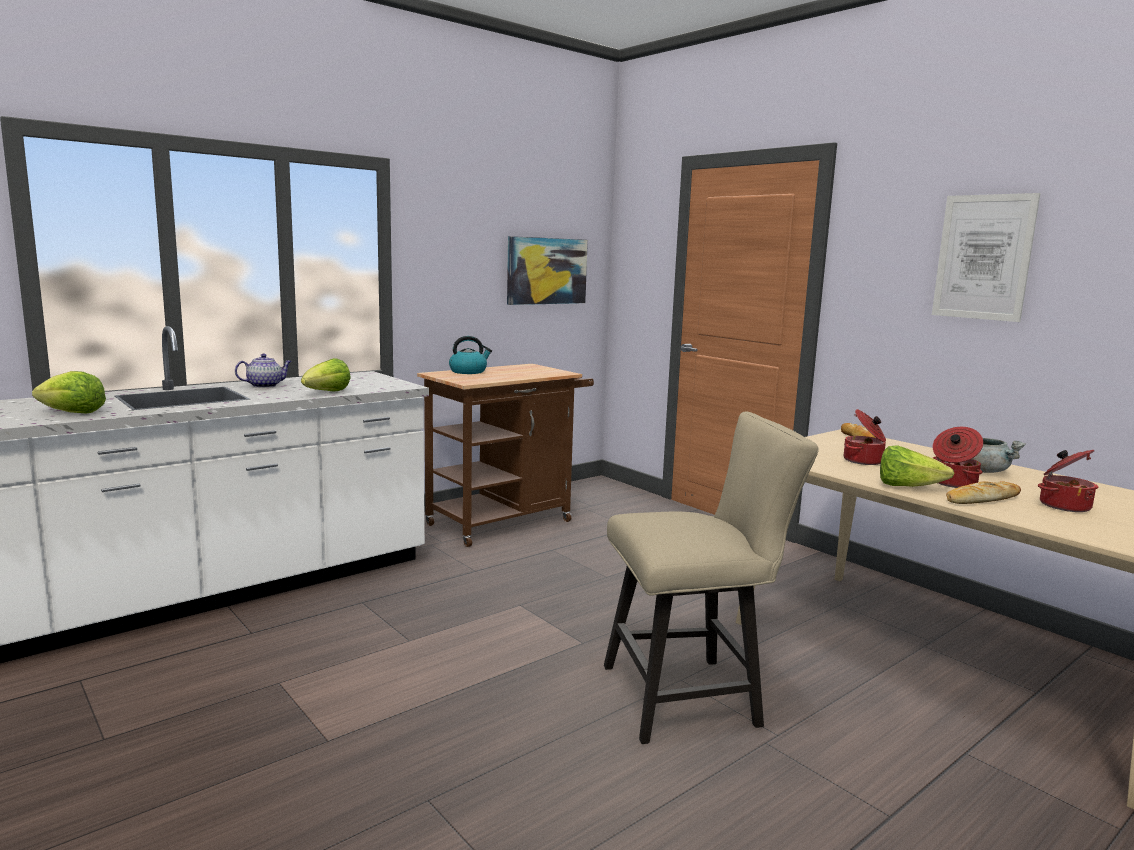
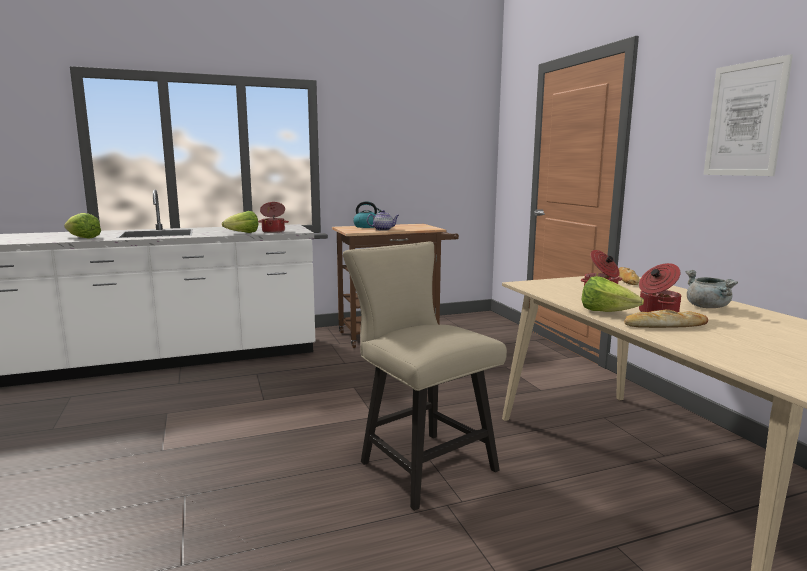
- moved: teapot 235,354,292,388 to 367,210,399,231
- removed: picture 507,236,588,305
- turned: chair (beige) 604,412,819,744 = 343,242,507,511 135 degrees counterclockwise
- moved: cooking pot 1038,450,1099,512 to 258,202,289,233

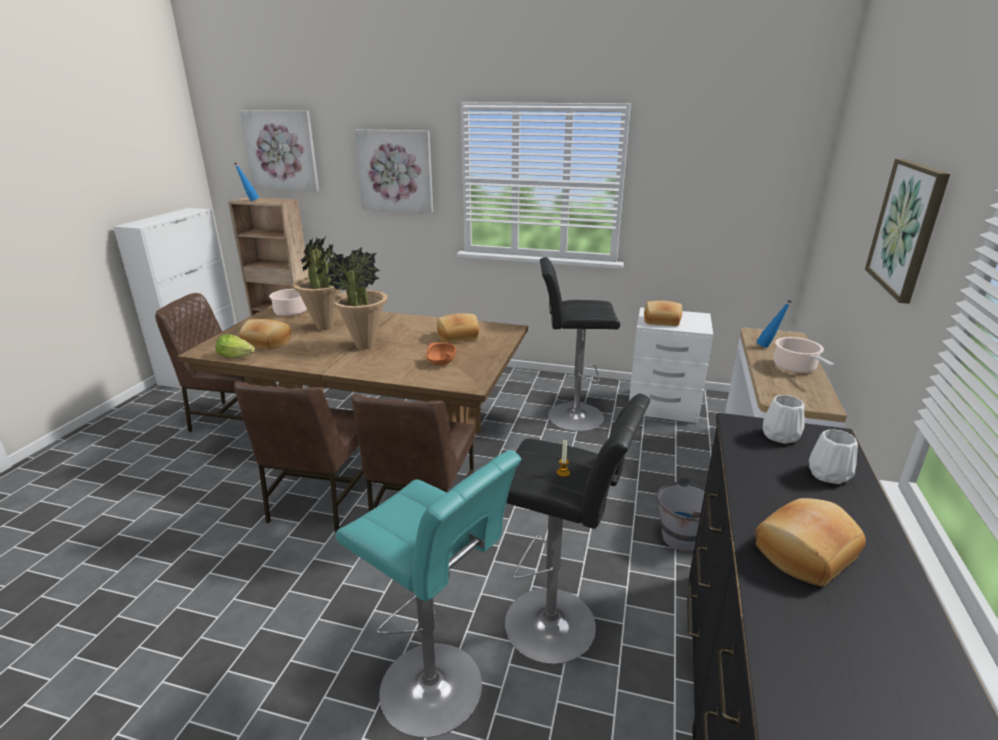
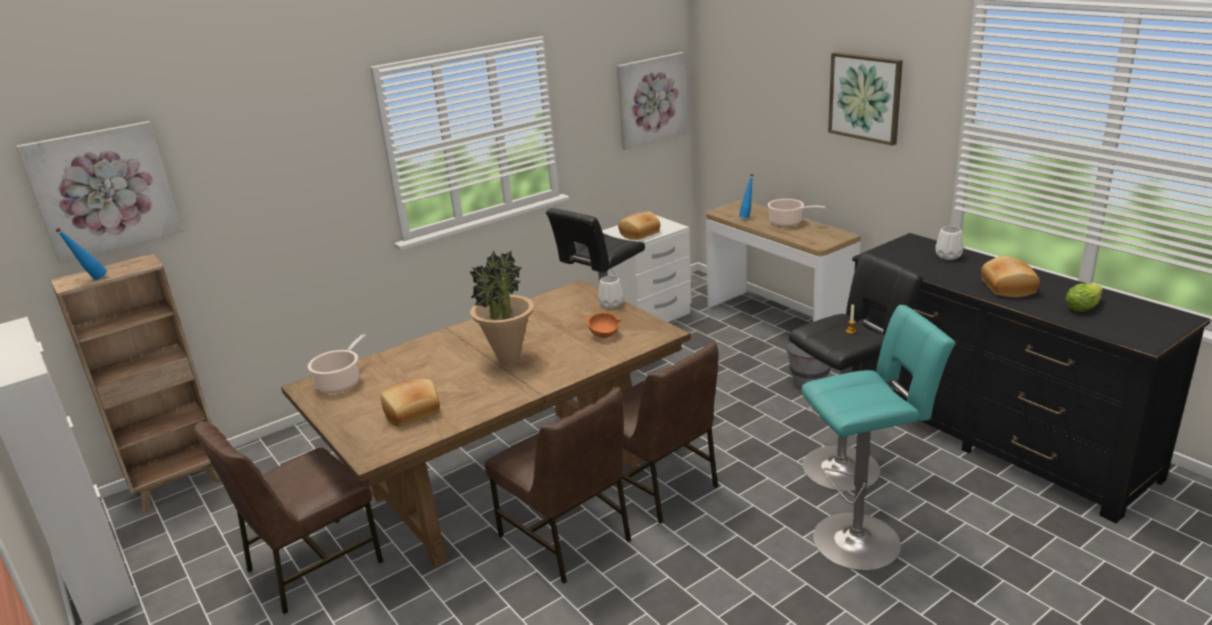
- moved: lettuce 216,334,255,358 to 1065,284,1103,312
- removed: potted plant 293,236,341,330
- moved: picture 354,129,433,213 to 617,52,687,150
- removed: bread 437,313,479,343
- moved: vase (white) 762,395,804,444 to 598,276,624,309

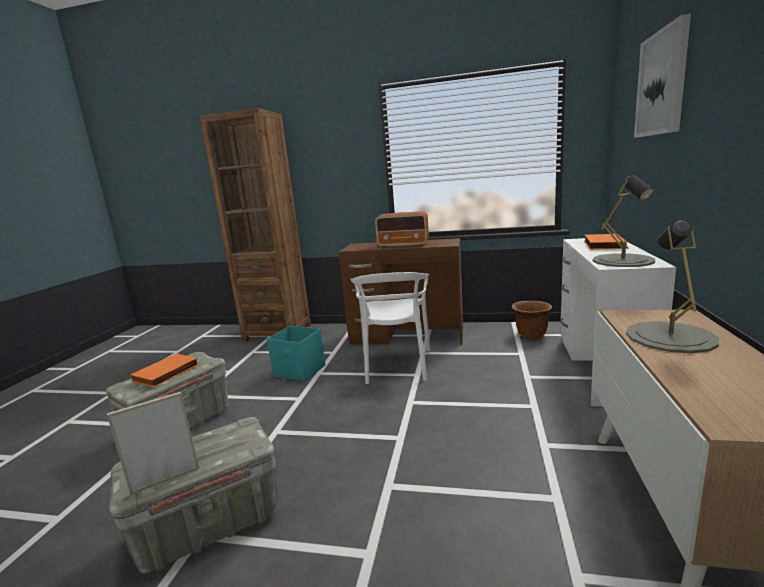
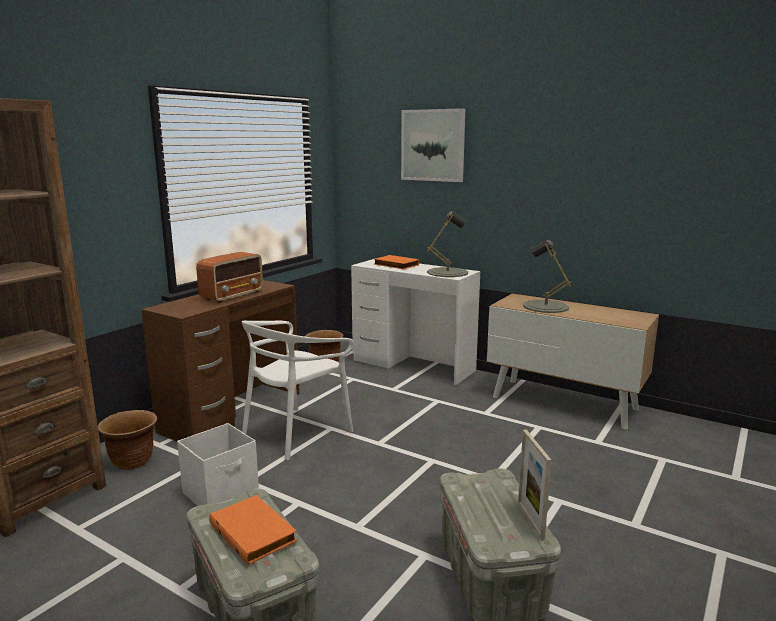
- recoloured: storage box (turquoise) 267,326,325,382 to storage box (white) 177,423,259,506
- turned: chair (white) 351,272,430,384 = 242,321,354,460 105 degrees clockwise
- added: planter (brown) 98,410,157,470

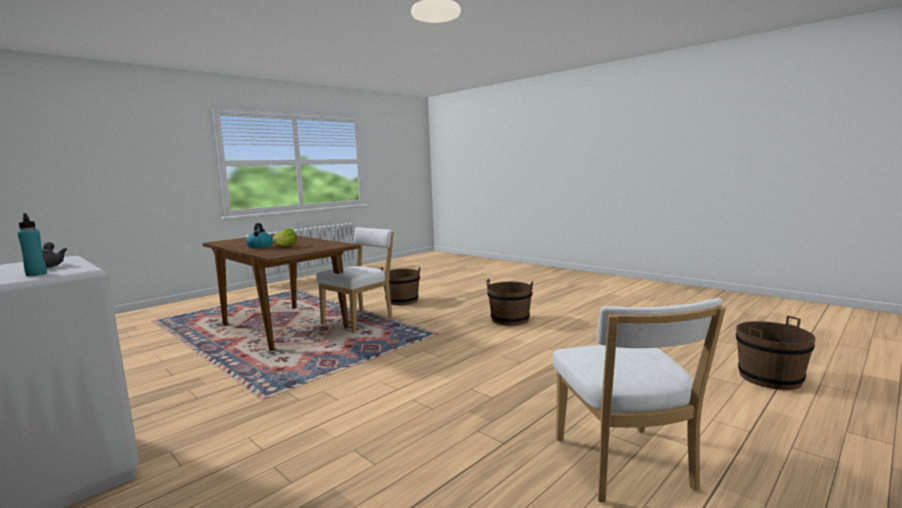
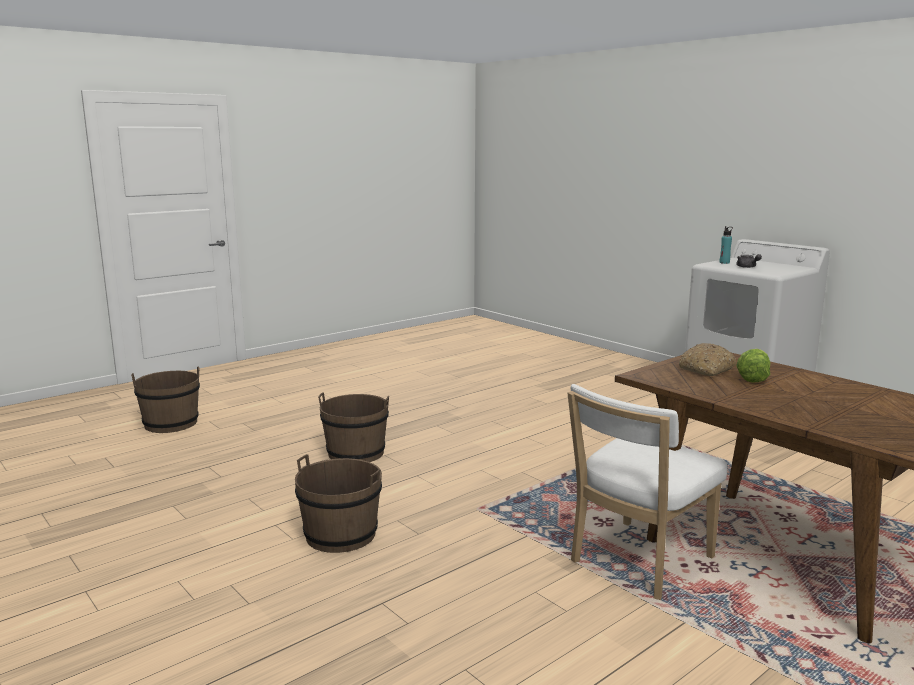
- removed: kettle 246,223,273,248
- moved: bucket (brown) 381,267,420,305 to 318,392,389,462
- removed: chair (white) 553,298,726,503
- added: bread 679,343,736,376

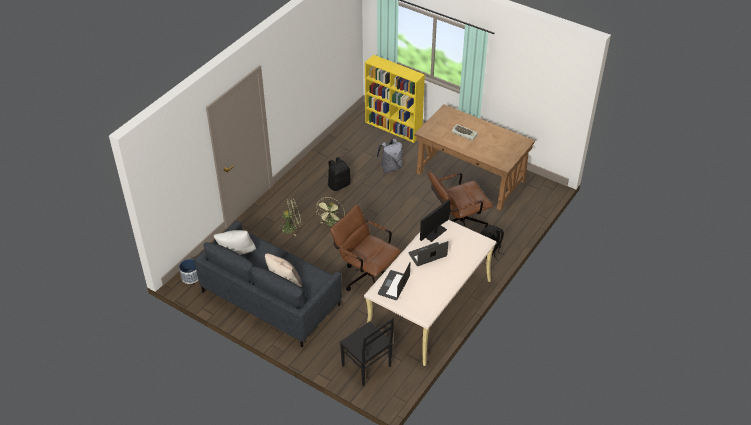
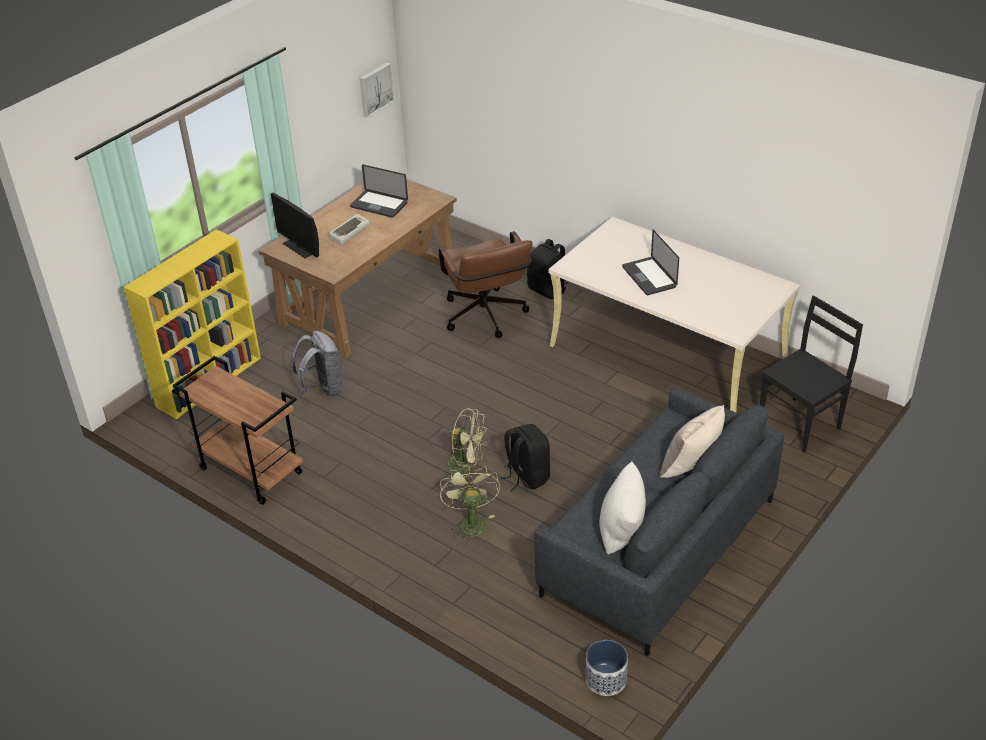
- moved: backpack (black) 328,157,350,191 to 500,424,550,491
- removed: office chair (brown) 330,204,401,291
- moved: laptop 378,263,410,300 to 350,164,408,218
- moved: monitor 420,199,451,242 to 271,193,319,258
- added: cart (brown) 173,356,303,505
- added: picture 360,62,394,117

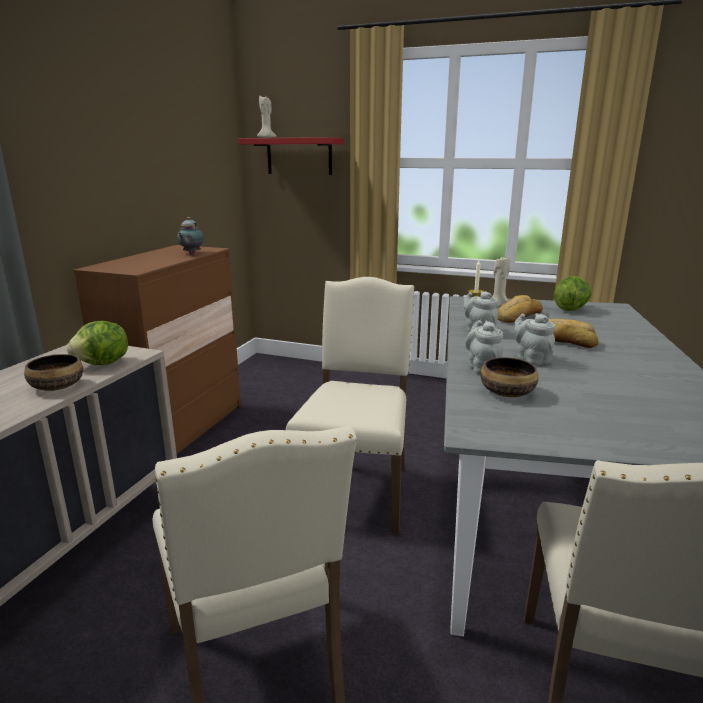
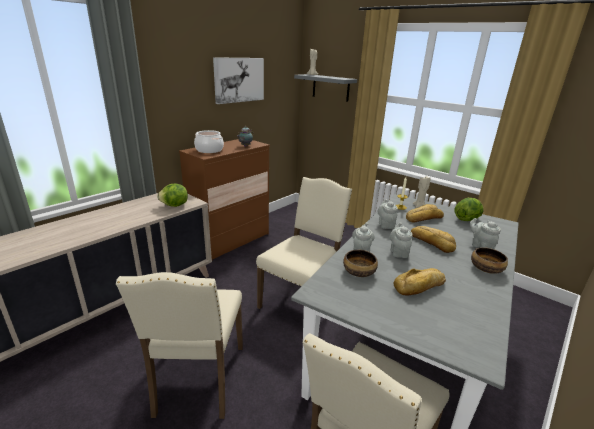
- moved: bowl 24,354,83,391 to 471,247,508,274
- recoloured: shelf (red) 238,137,344,175 to shelf (grey) 294,74,357,102
- added: cooking pot 194,130,224,153
- added: picture 213,57,264,104
- added: bread 393,268,446,296
- added: teapot (grey) 470,218,501,249

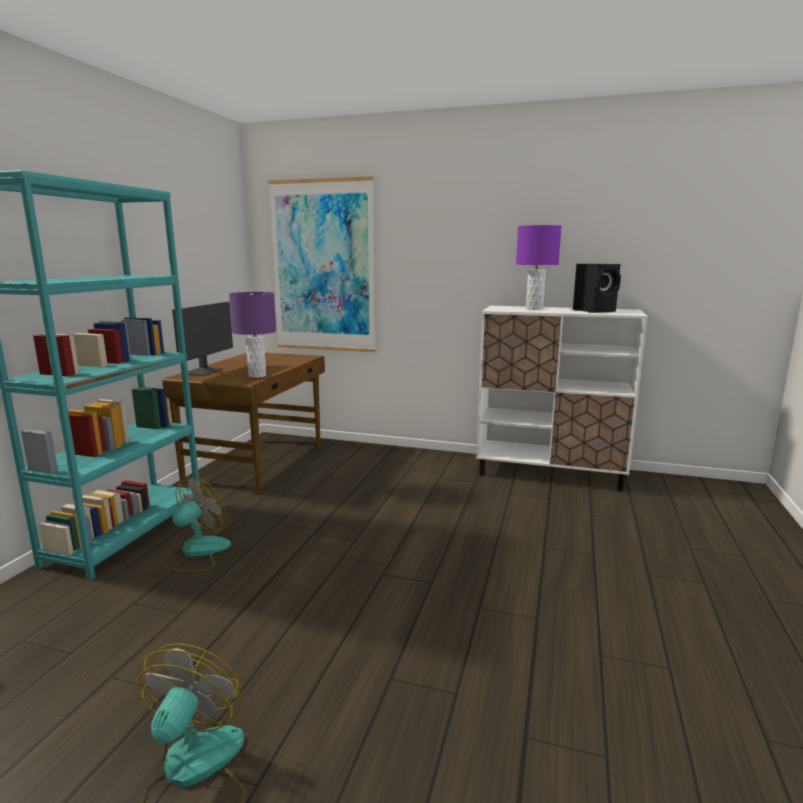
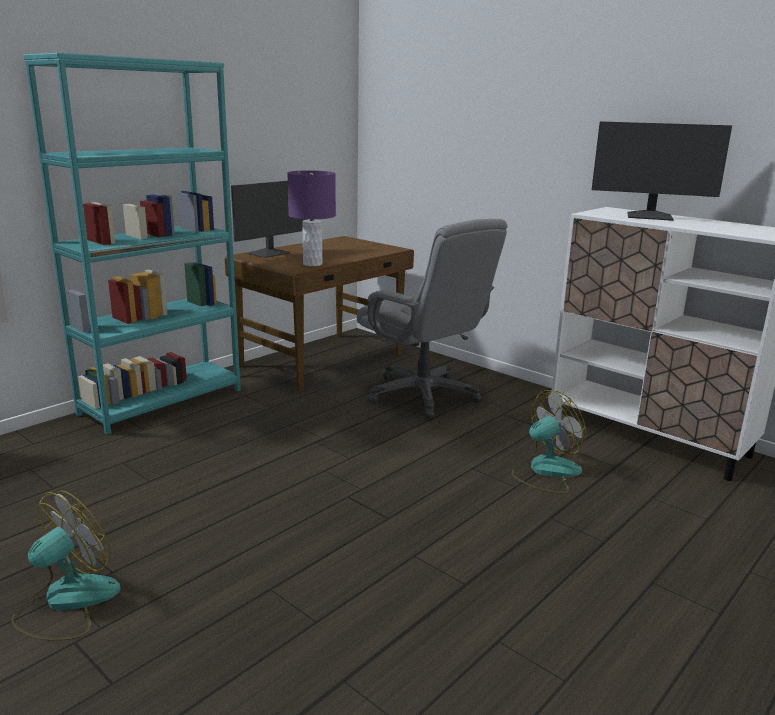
- moved: fan 161,477,231,572 to 512,390,586,493
- removed: picture 268,176,376,352
- replaced: table lamp (purple) 516,225,562,310 to monitor 592,121,732,221
- removed: speaker (black) 573,264,621,313
- added: office chair (grey) 357,219,507,419

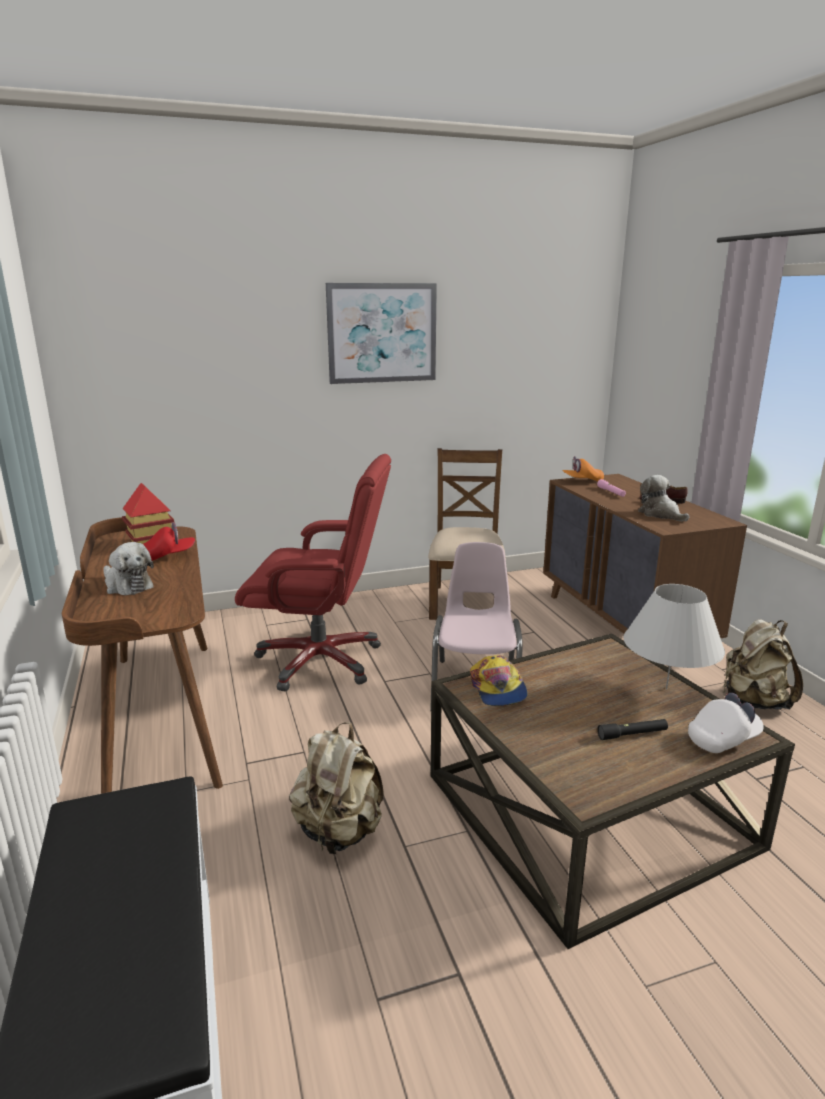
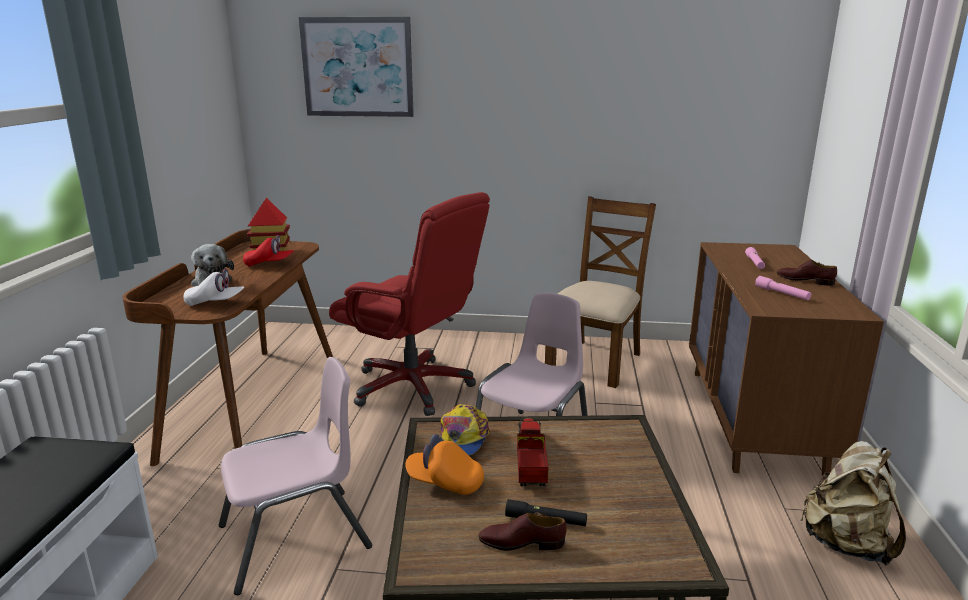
- replaced: backpack (beige) 289,722,384,854 to chair (pink) 219,357,372,595
- moved: picture 326,283,437,384 to 299,17,414,117
- moved: cap (orange) 562,456,604,481 to 405,434,484,495
- removed: table lamp (white) 623,584,725,689
- replaced: plush toy 638,475,689,522 to flashlight (pink) 755,276,811,300
- moved: cap (white) 688,693,764,753 to 184,269,244,306
- added: shoe (brown) 478,512,567,551
- added: toy truck 517,417,548,486

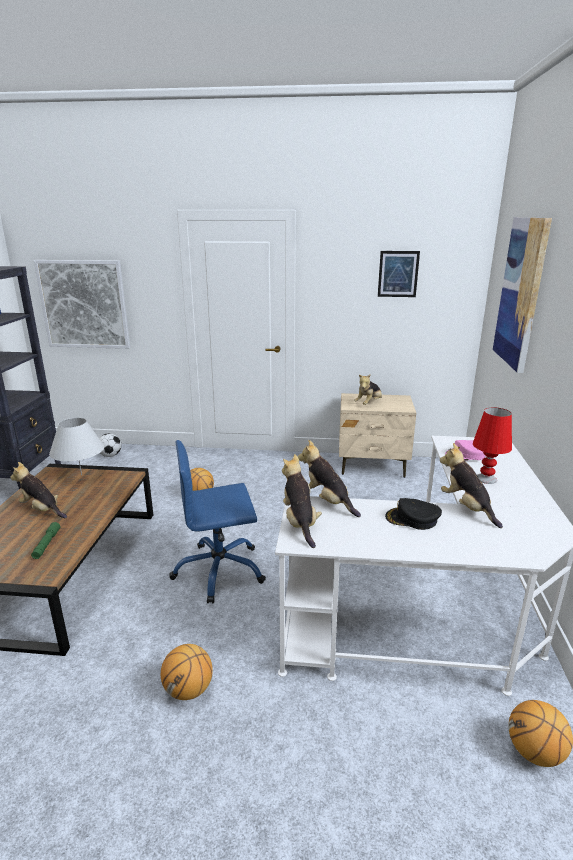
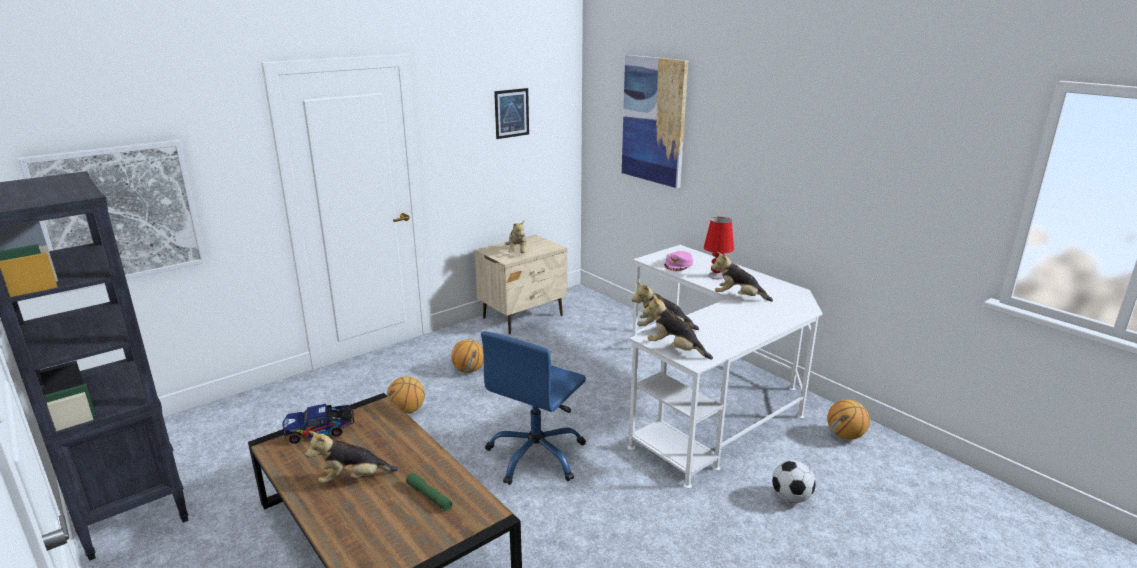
- replaced: table lamp (white) 49,418,104,475 to toy truck 282,404,354,444
- moved: football 99,433,121,457 to 772,460,816,503
- moved: basketball 161,644,213,700 to 451,339,484,373
- removed: cap (black) 385,498,442,530

